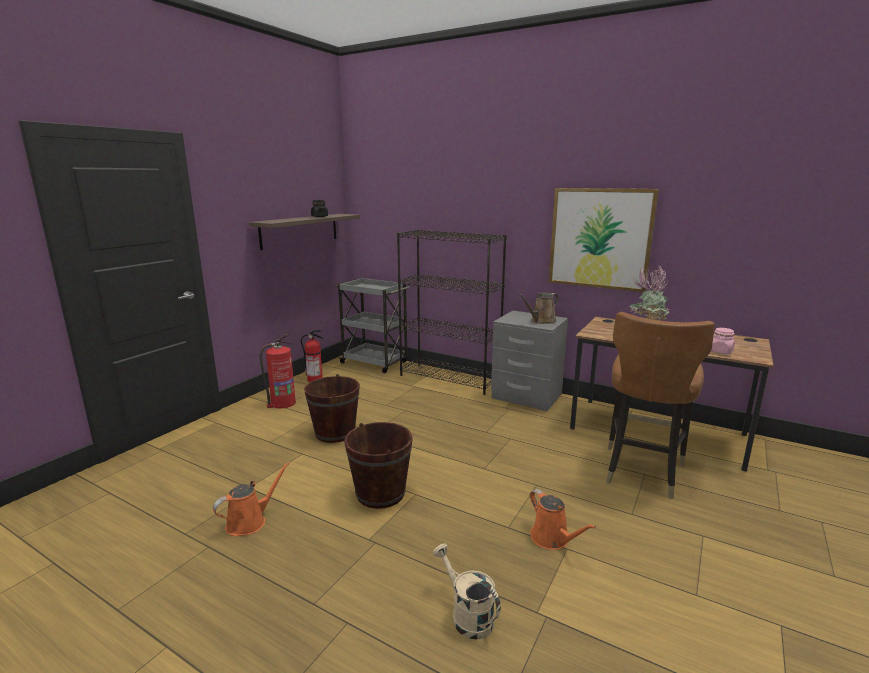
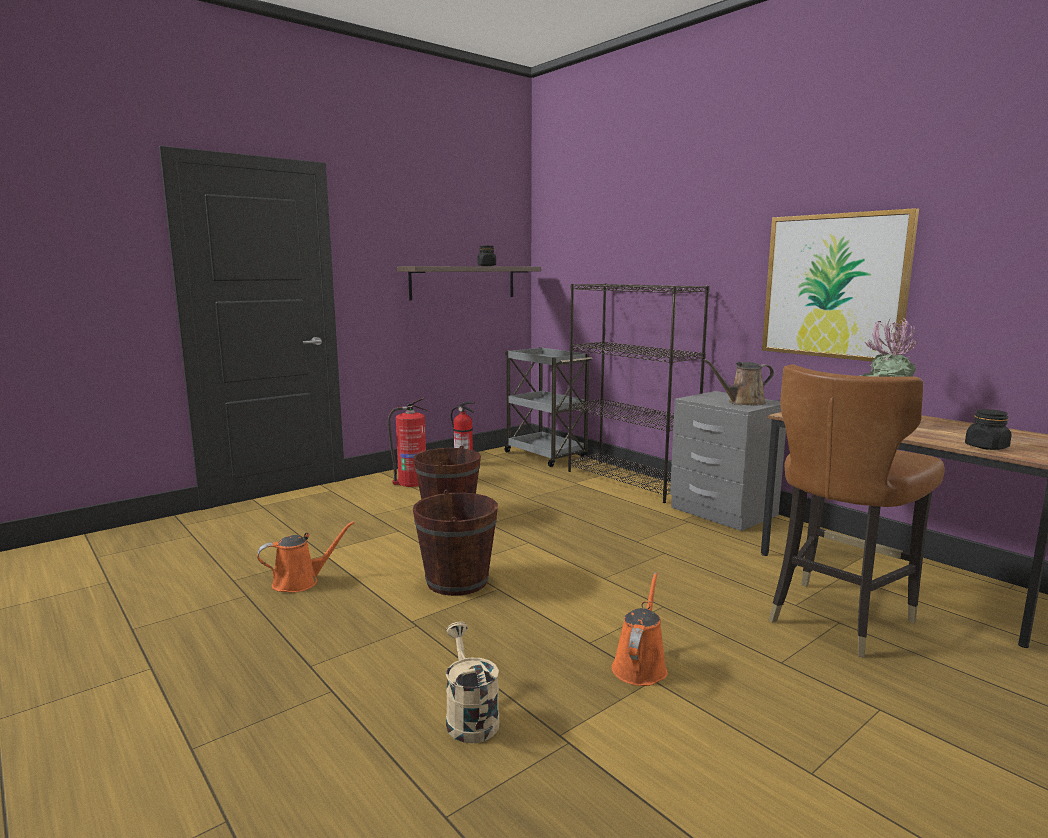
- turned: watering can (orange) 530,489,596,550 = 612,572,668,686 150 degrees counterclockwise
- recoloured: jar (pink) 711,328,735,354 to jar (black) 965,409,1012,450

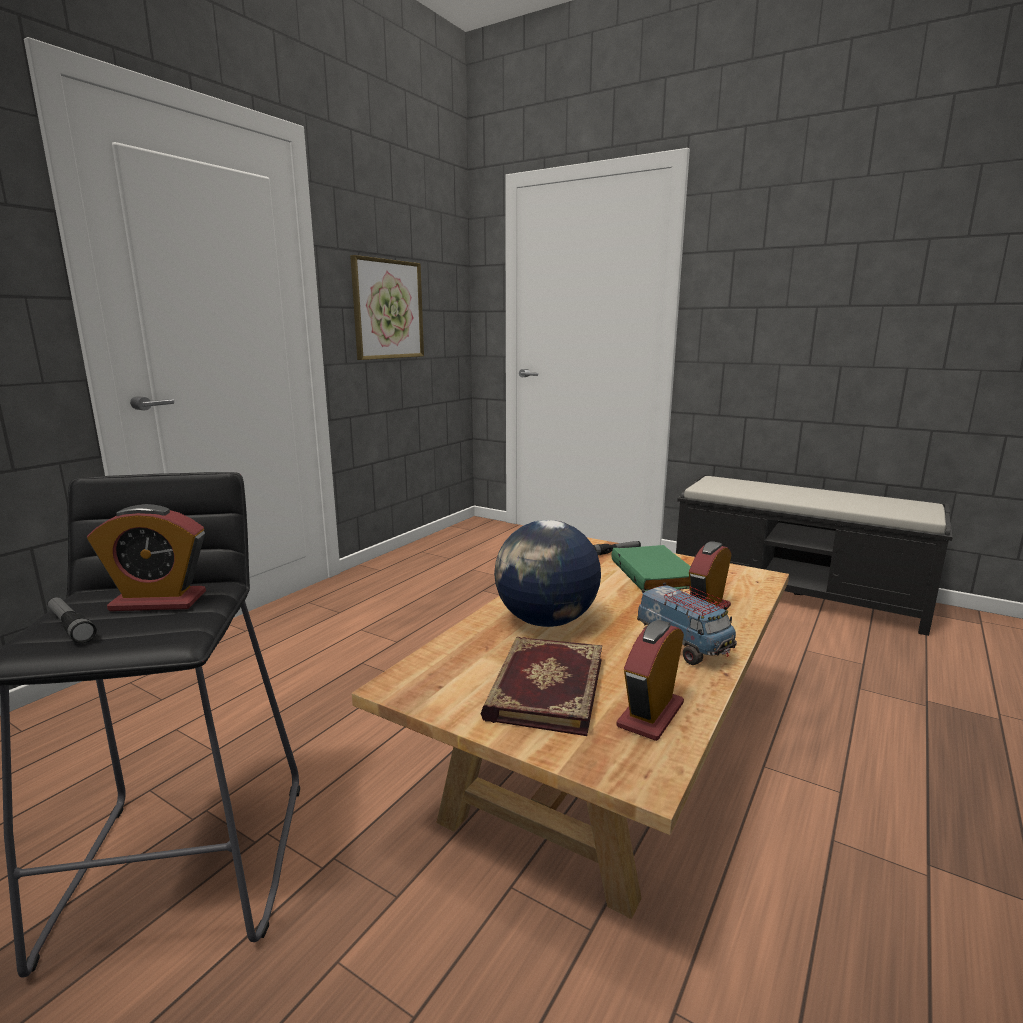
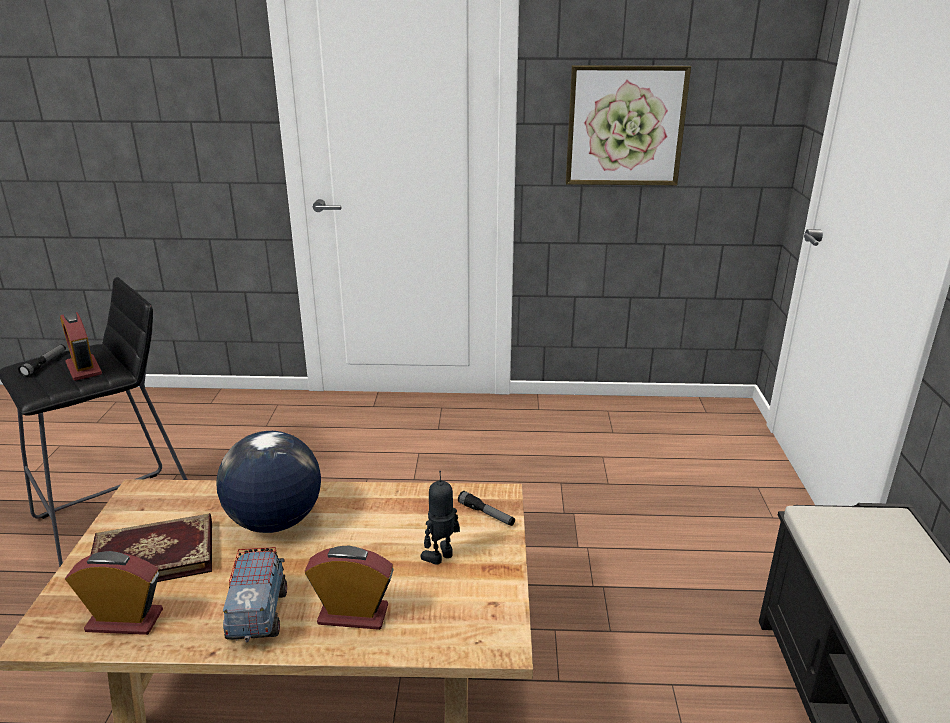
- replaced: book (green) 611,545,691,591 to toy robot 421,471,460,565
- turned: toy truck 637,582,737,665 = 223,547,287,643 150 degrees clockwise

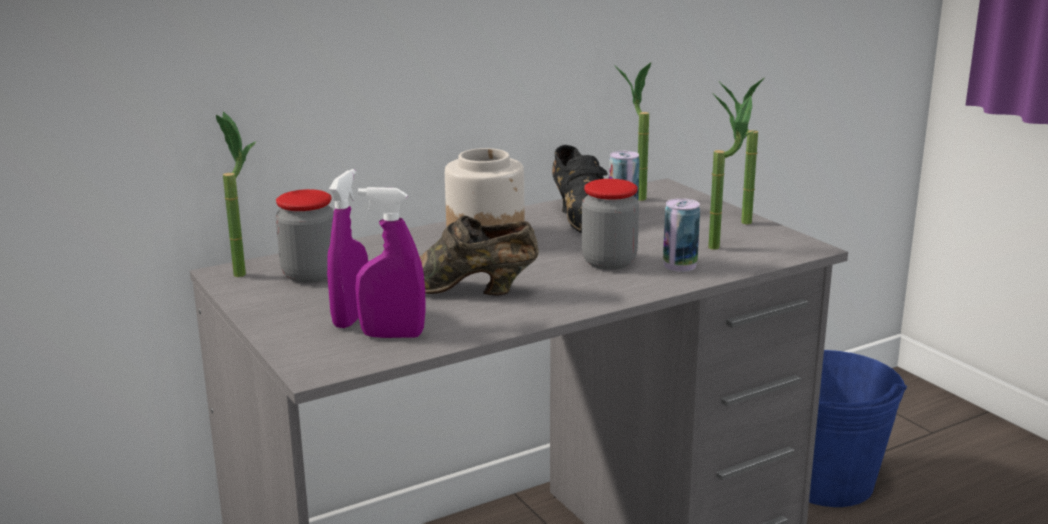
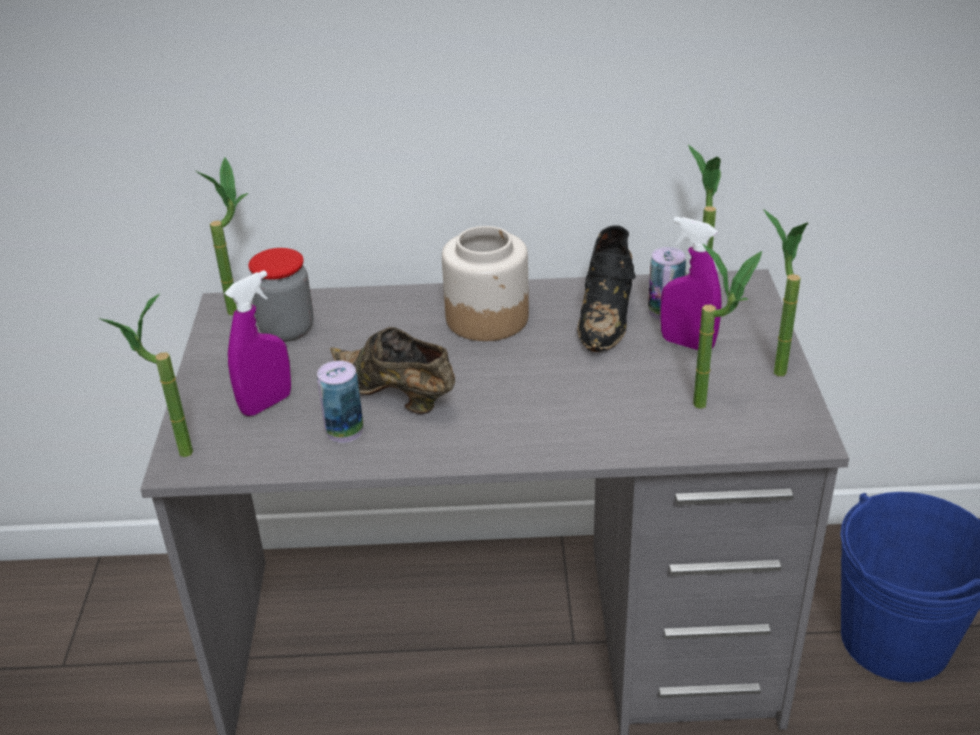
- moved: spray bottle (purple) 355,187,426,338 to 660,216,722,350
- removed: jar 582,179,639,270
- moved: can 663,198,700,272 to 317,361,363,443
- added: potted plant 99,294,193,457

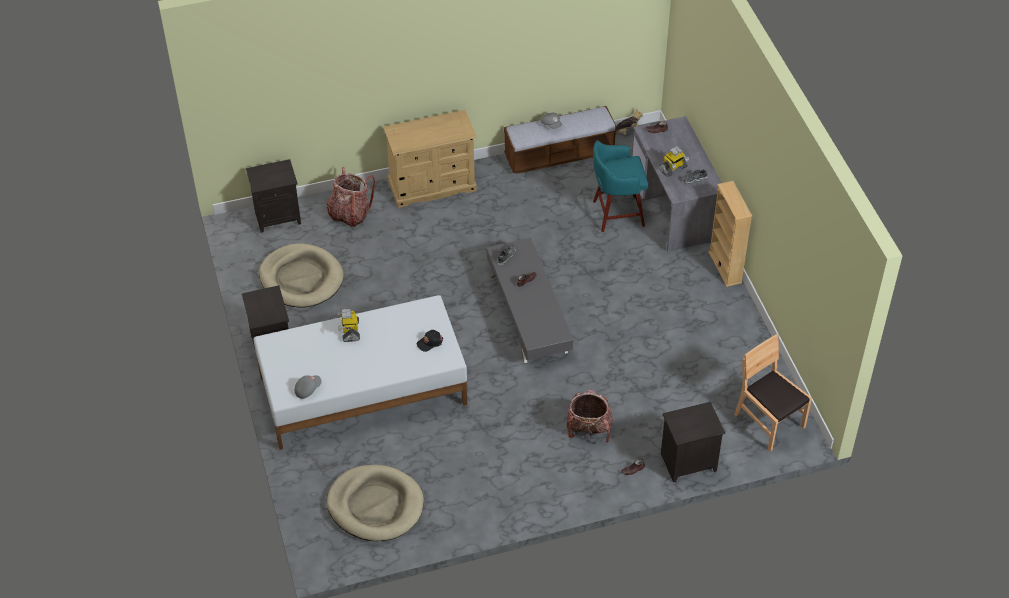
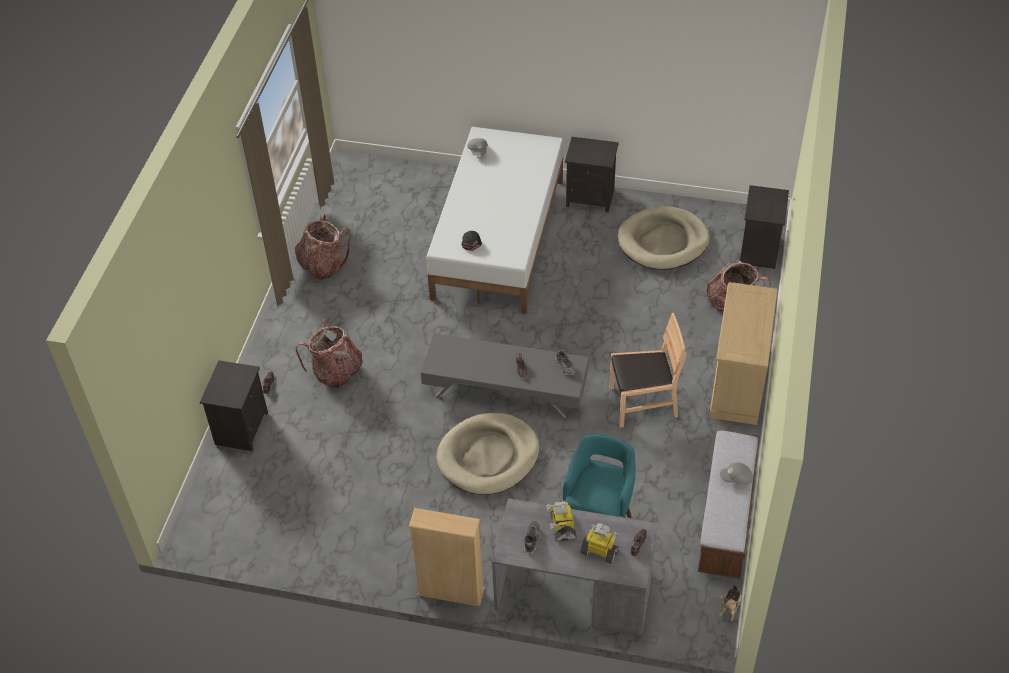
- moved: dog bed (beige) 326,465,424,541 to 436,413,539,495
- moved: toy robot 338,309,360,342 to 580,523,619,564
- moved: chair (brown) 734,334,812,452 to 609,313,686,428
- added: backpack 295,213,351,280

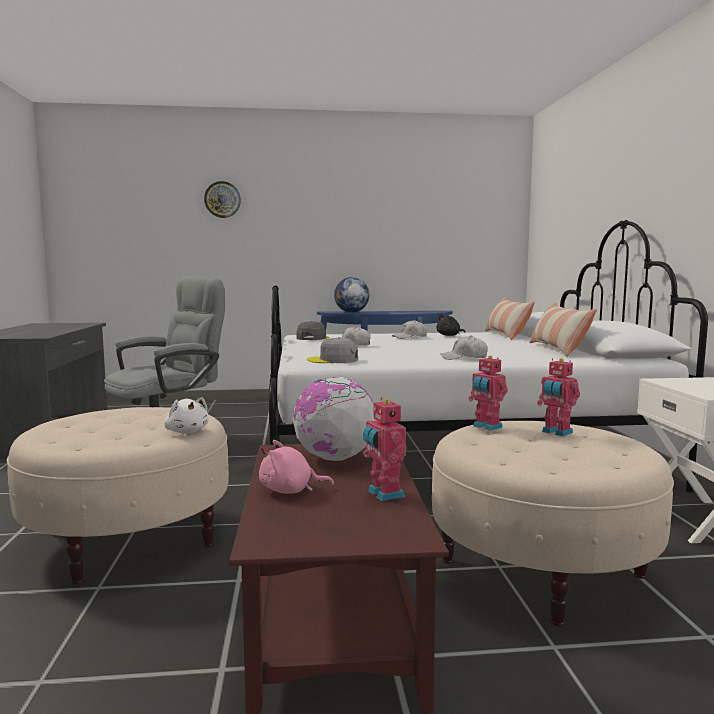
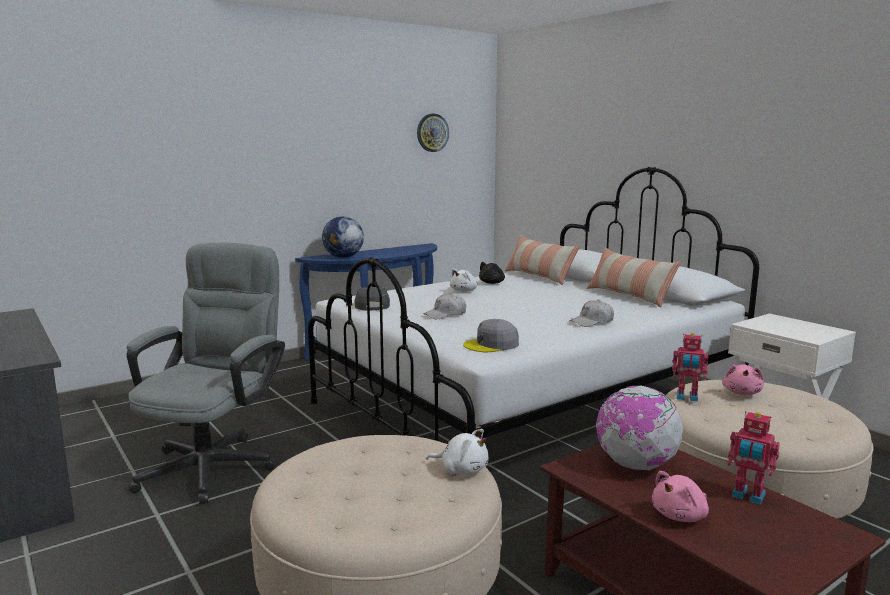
- moved: wall clock 204,181,241,218 to 417,114,449,152
- replaced: cap (white) 392,320,427,339 to plush toy (white) 450,268,478,292
- replaced: toy robot 537,358,580,436 to plush toy (pink) 722,364,764,395

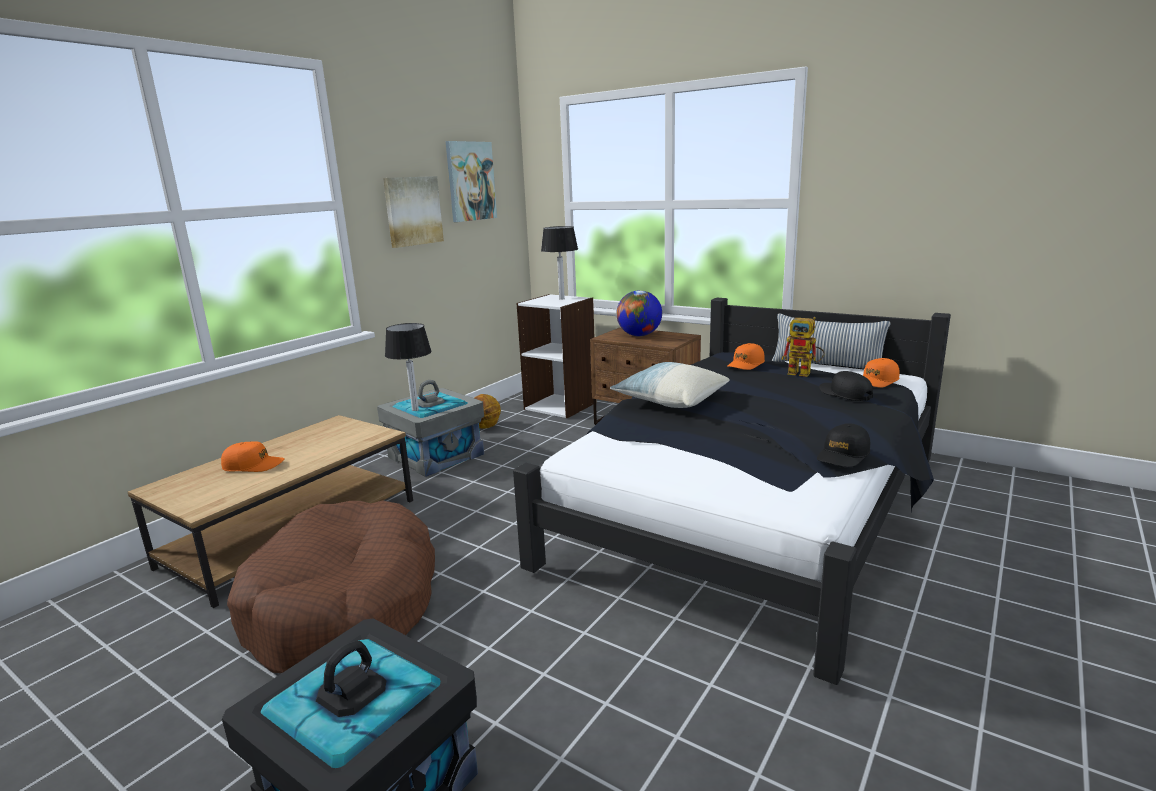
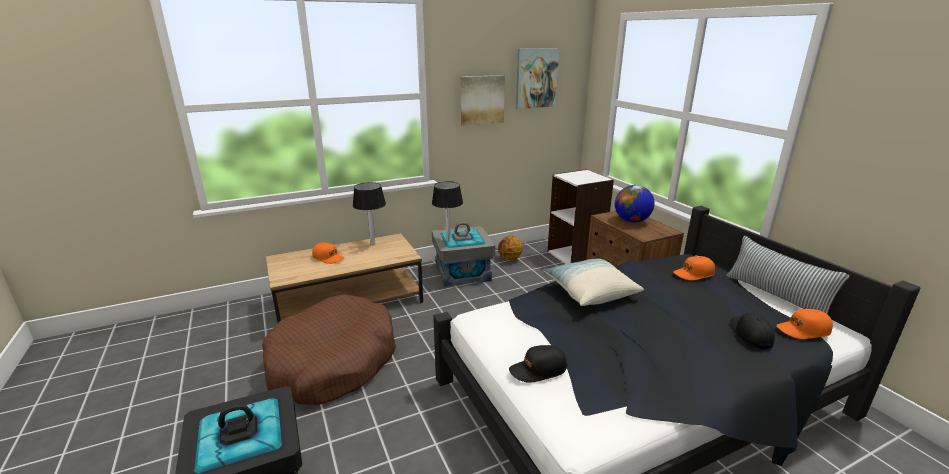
- moved: table lamp 541,226,578,300 to 353,182,386,245
- removed: toy robot 782,317,825,377
- moved: cap (black) 817,423,870,467 to 509,345,567,383

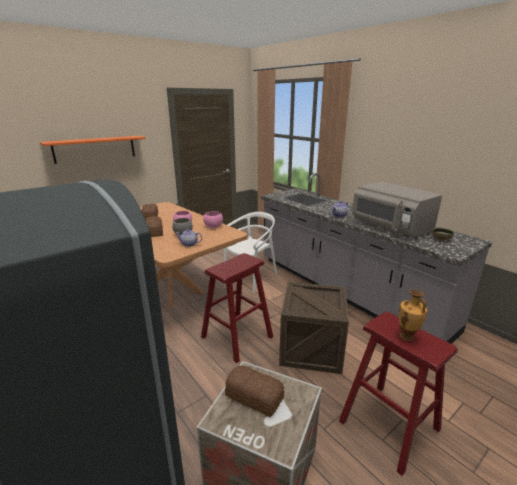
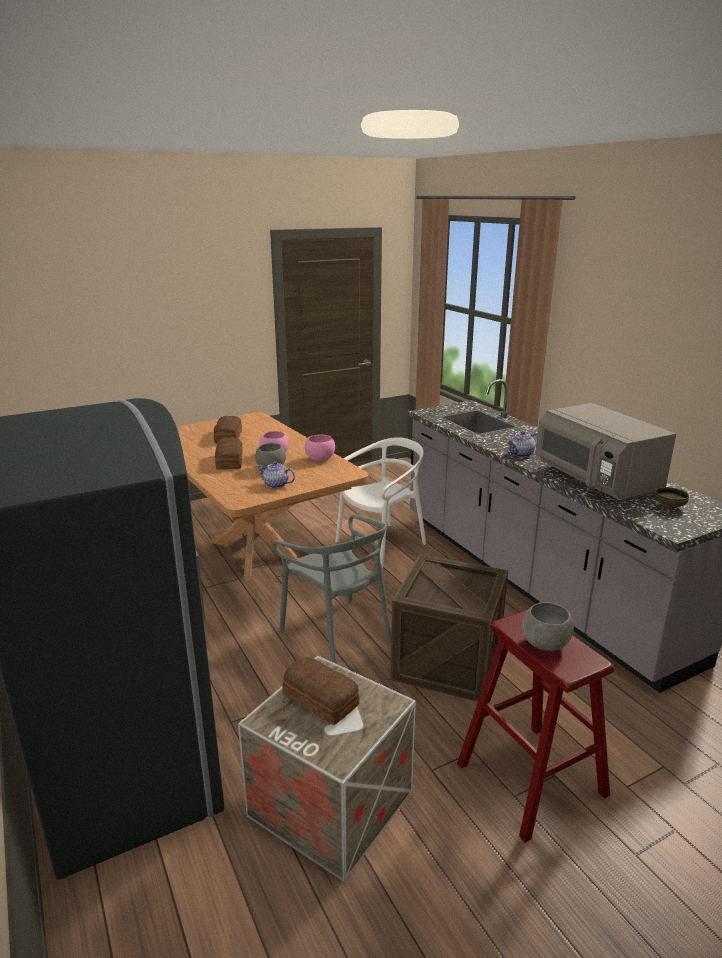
- removed: shelf (orange) 40,136,145,164
- replaced: stool (red) 201,253,273,363 to chair (grey) 272,514,391,664
- replaced: vase 399,289,427,341 to bowl (grey) 522,602,574,651

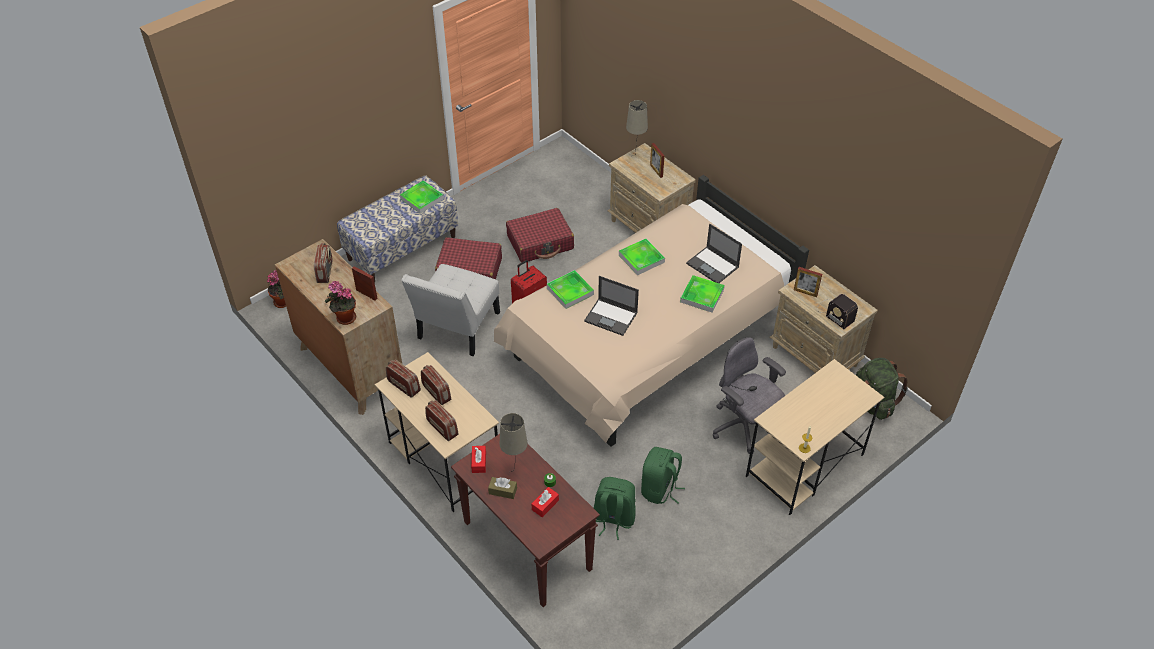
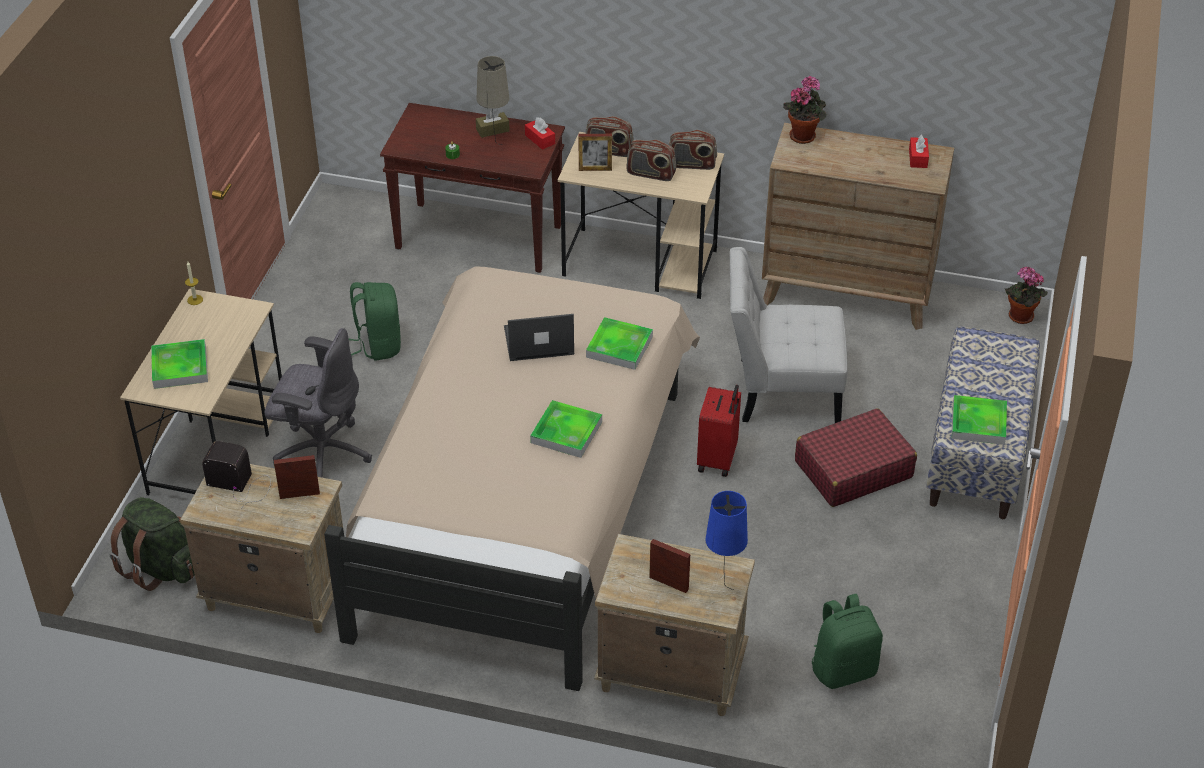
- removed: radio 314,243,333,283
- moved: picture frame 352,266,378,301 to 578,134,612,171
- turned: chair (white) 401,264,500,356 = 730,247,848,423 75 degrees counterclockwise
- removed: suitcase (red) 506,208,574,263
- moved: tissue box (red) 532,487,559,517 to 909,134,929,168
- moved: backpack (green) 594,477,636,540 to 812,594,883,689
- recoloured: table lamp (beige) 626,100,648,154 to table lamp (blue) 706,491,748,590
- moved: tray 680,275,725,313 to 151,339,208,389
- removed: laptop 686,224,742,283

